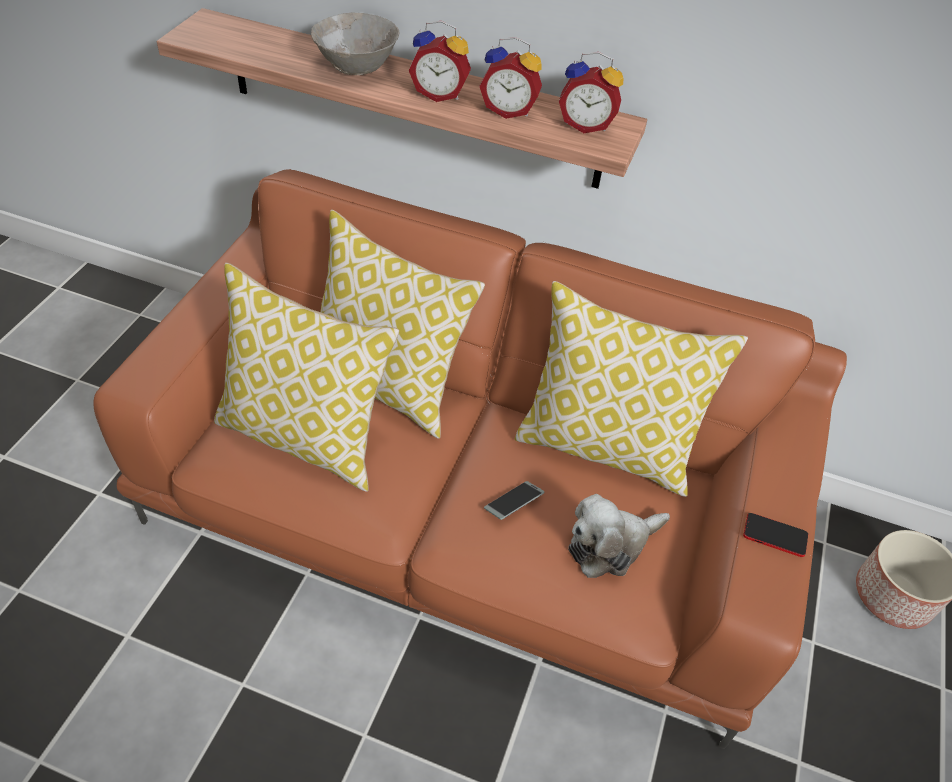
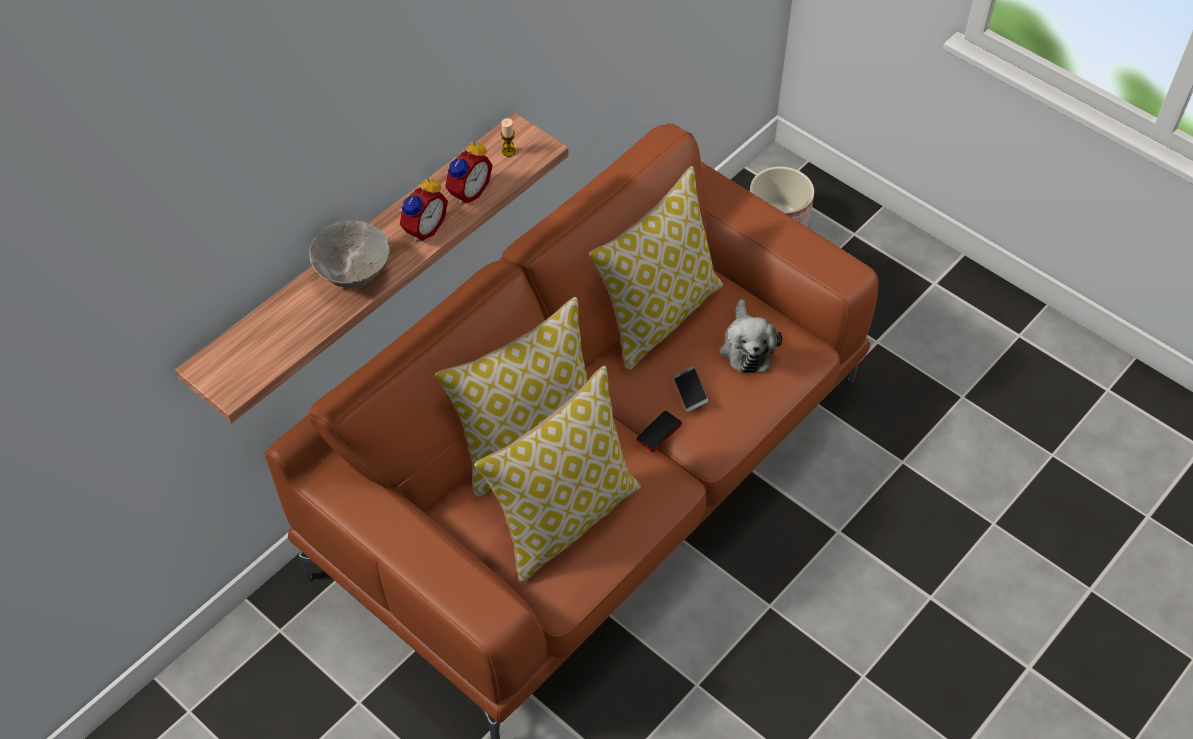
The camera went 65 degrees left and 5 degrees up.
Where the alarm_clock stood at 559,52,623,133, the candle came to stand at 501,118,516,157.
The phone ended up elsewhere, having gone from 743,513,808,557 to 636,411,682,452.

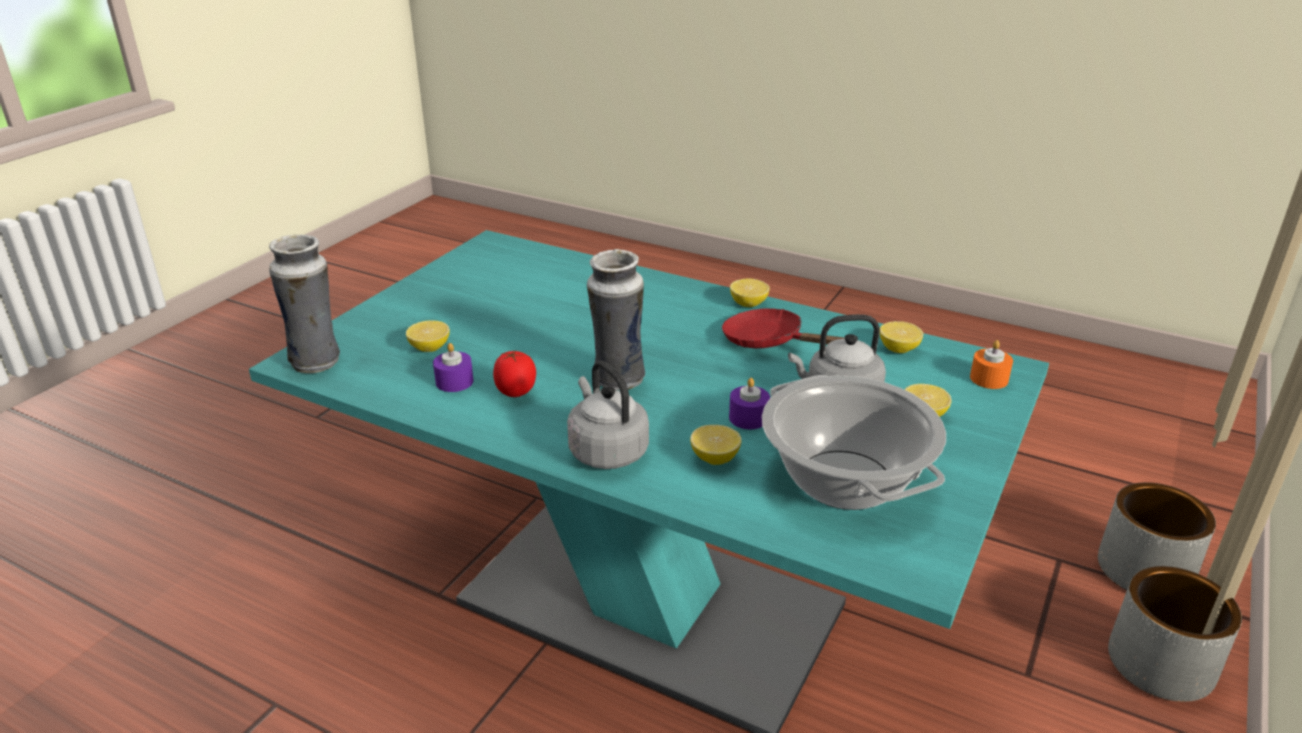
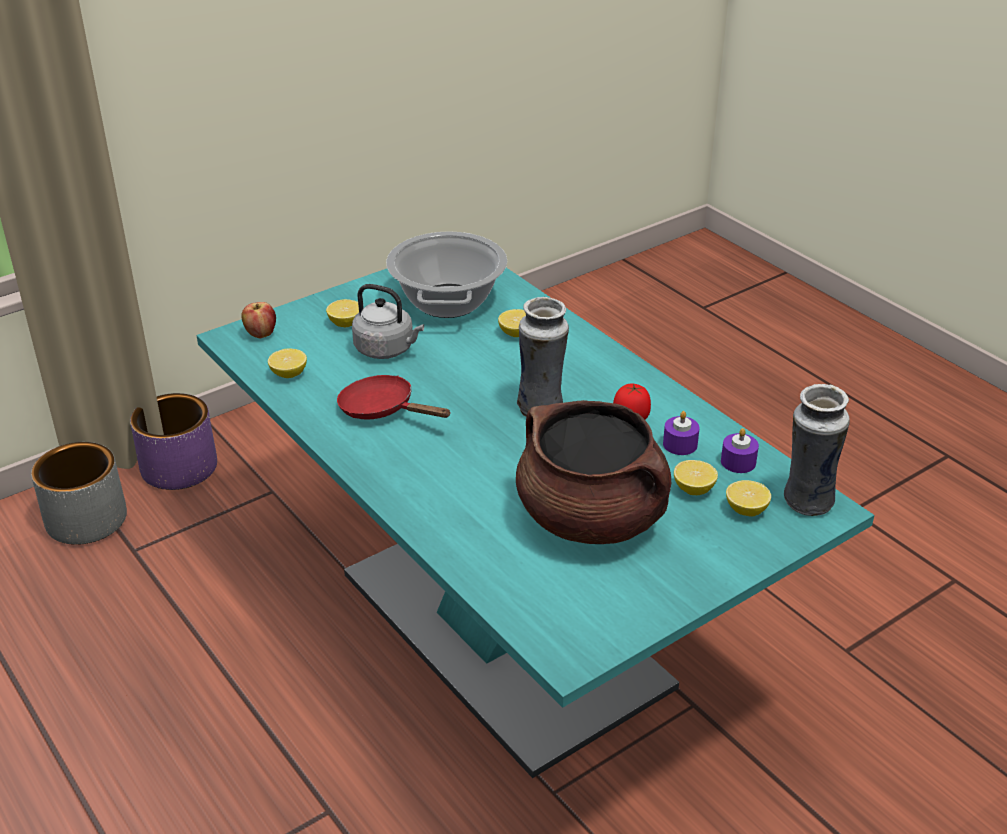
The camera went 155 degrees left and 5 degrees up.
The lemon ended up elsewhere, having gone from 730,278,770,307 to 726,480,771,517.
The red_frying_pan at 722,308,844,348 ended up facing another way, 150 degrees clockwise from before.
Where the orange_candle stood at 970,340,1013,389, the apple came to stand at 241,302,276,338.
The second view lost the grey_kettle at 567,361,649,469.
The purple_candle ended up elsewhere, having gone from 729,378,770,429 to 721,428,759,473.
What was the grey_planter at 1108,566,1242,702 turned into the purple_planter at 130,393,217,490.
The second view gained the brown_cooking_pot at 516,400,671,544.

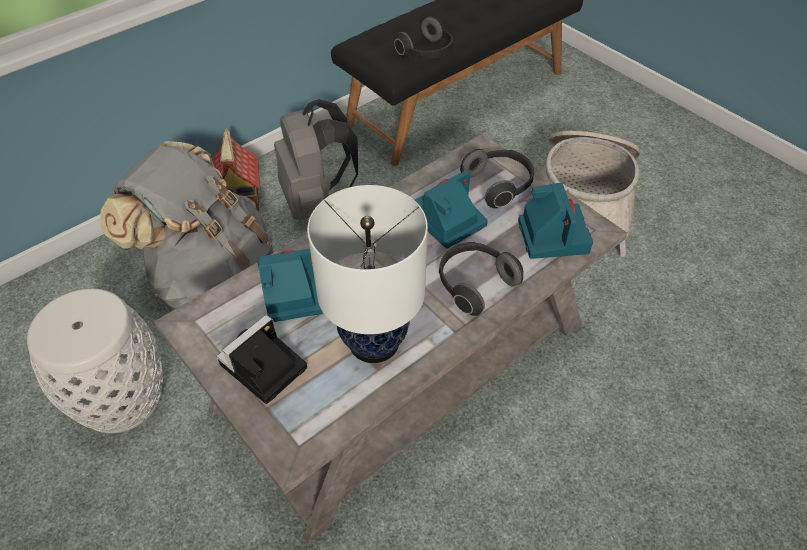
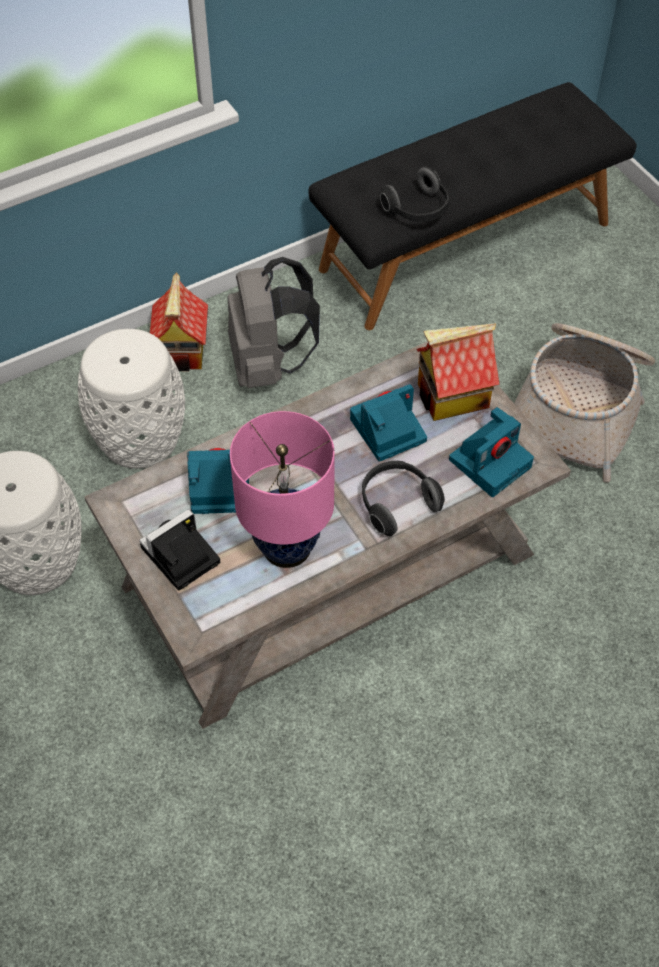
The camera went 10 degrees right and 5 degrees up.
Where the grey_backpack stood at 100,141,273,309, the white_stool came to stand at 78,329,185,469.
Where the headphones stood at 460,149,534,208, the toy_house came to stand at 417,323,500,421.
The photo_camera at 518,183,593,259 ended up facing another way, 45 degrees clockwise from before.
What was the white_table_lamp at 307,185,428,363 turned into the pink_table_lamp at 230,411,335,568.

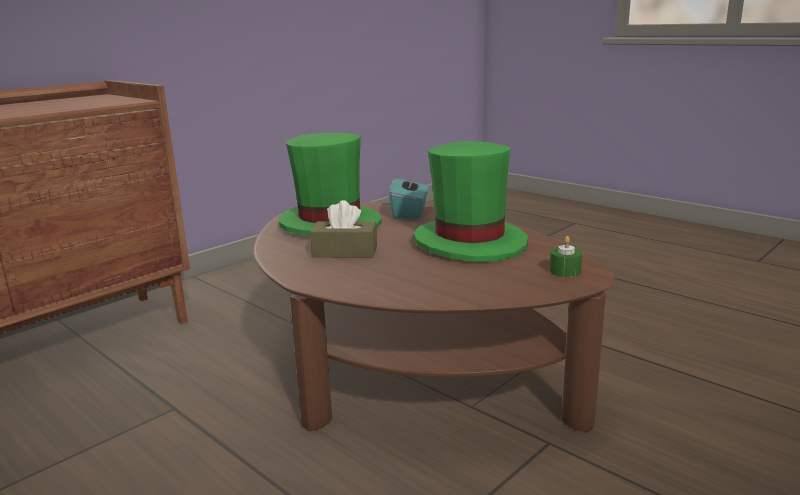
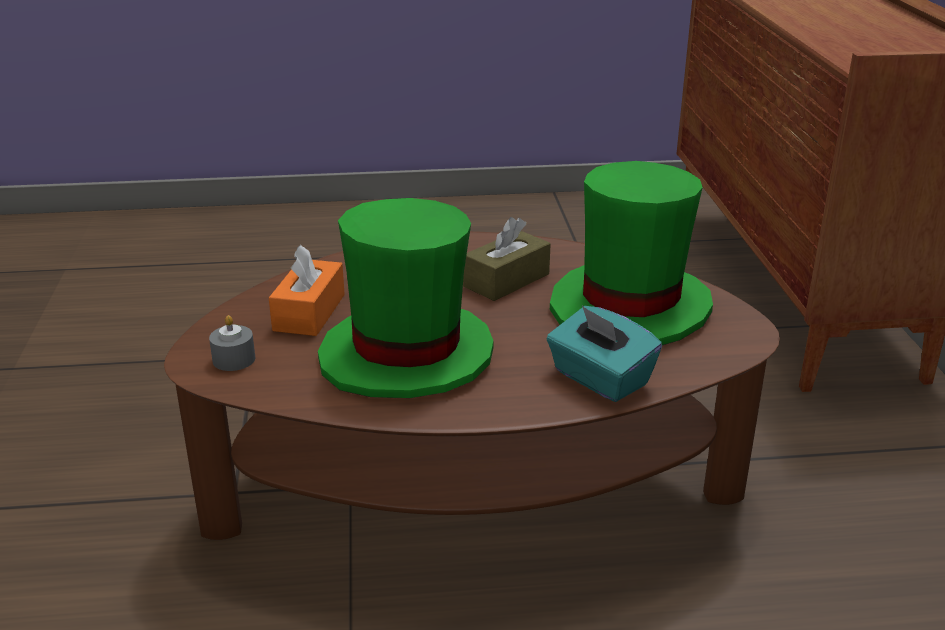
The camera went 130 degrees right and 10 degrees up.
What was the green_candle at 549,236,582,277 turned into the grey_candle at 209,315,255,371.
The second view gained the orange_tissue_box at 269,244,345,336.

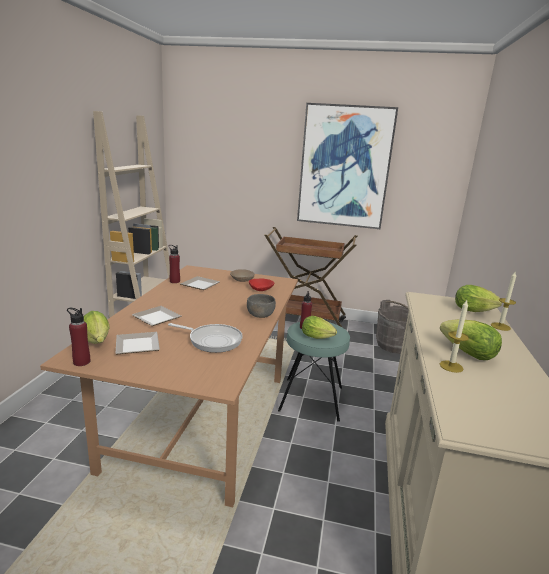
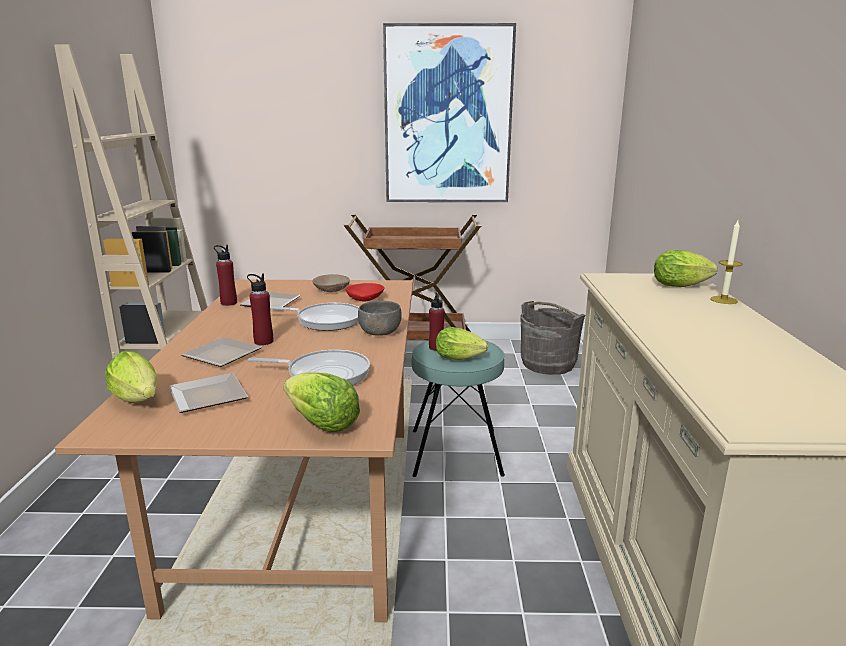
The camera went 10 degrees left and 0 degrees up.
The second view lost the candle at 440,300,469,373.
The red_bottle ended up elsewhere, having gone from 67,308,90,366 to 247,273,273,345.
The lettuce ended up elsewhere, having gone from 440,319,502,360 to 283,372,360,432.
The second view gained the frying_pan at 270,303,359,331.

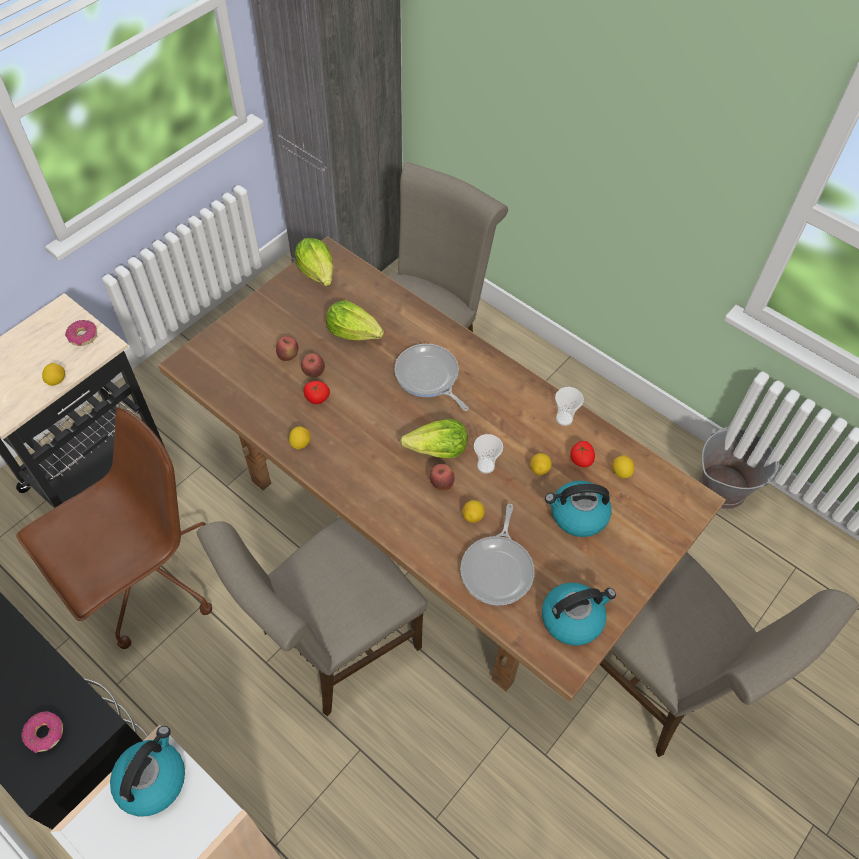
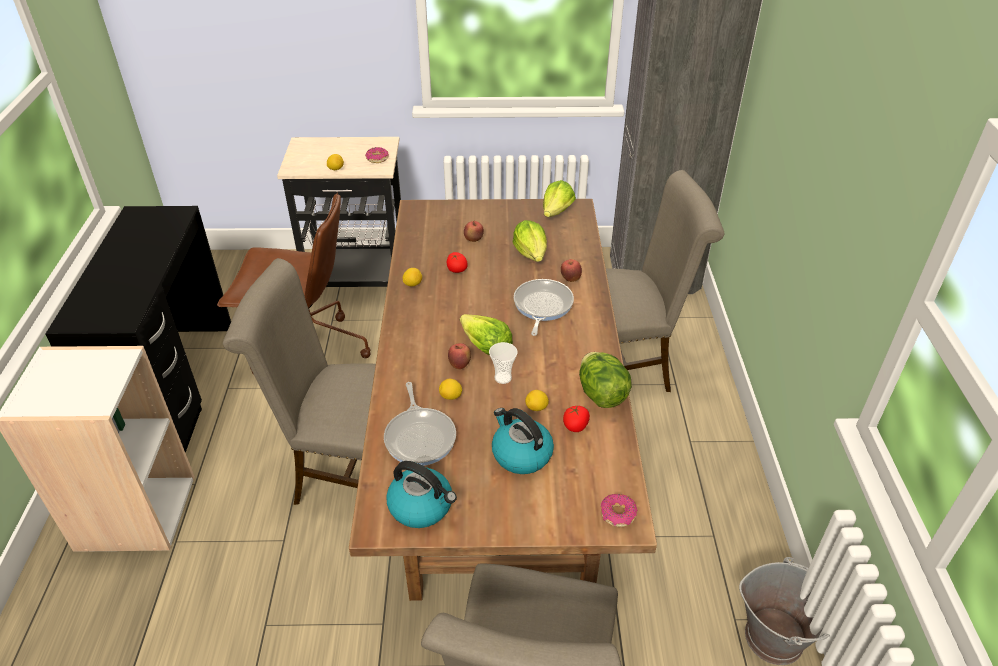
The camera went 50 degrees right and 15 degrees down.
The apple ended up elsewhere, having gone from 301,353,325,377 to 561,259,582,282.
Where the cup stood at 555,387,584,426, the lettuce came to stand at 579,352,632,408.
The second view lost the lemon at 612,455,634,478.
The frying_pan at 460,504,535,606 ended up facing another way, 75 degrees counterclockwise from before.
The donut ended up elsewhere, having gone from 22,711,63,753 to 600,494,637,527.
The second view lost the kettle at 110,726,185,816.

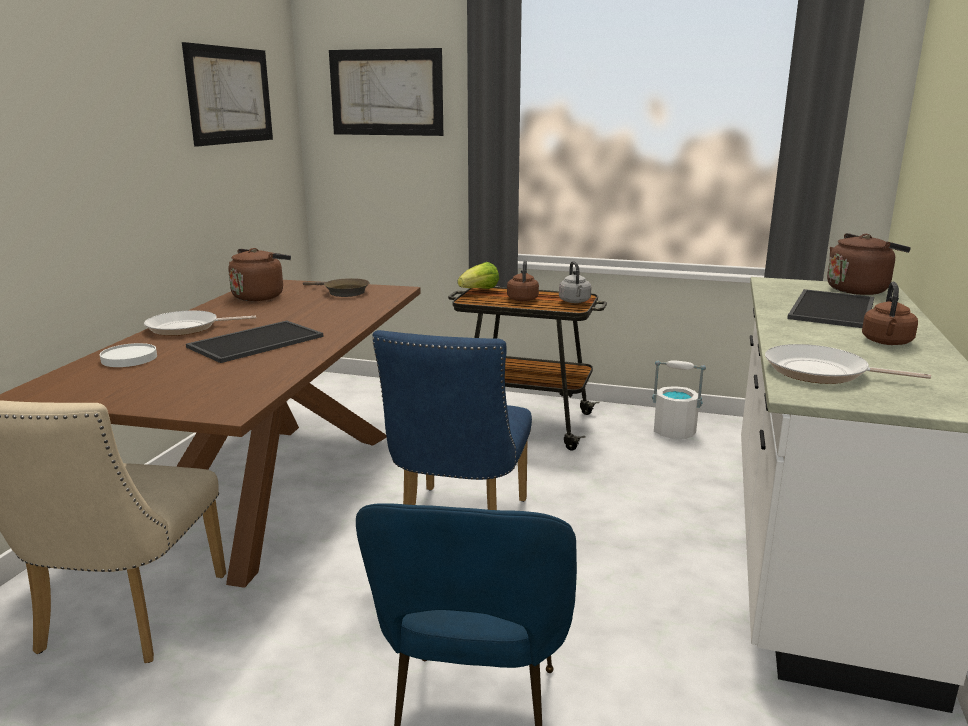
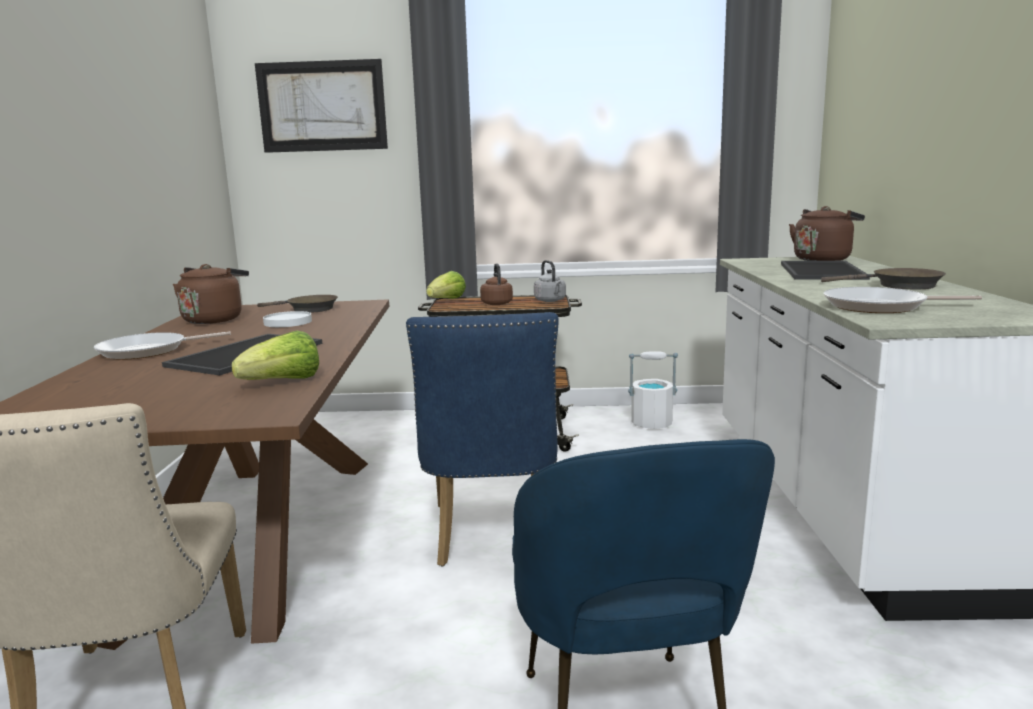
The camera went 15 degrees left and 5 degrees down.
The second view lost the picture at 182,42,273,147.
Where the brown_kettle stood at 862,282,918,345, the brown_frying_pan came to stand at 821,268,946,289.
The white_plate ended up elsewhere, having gone from 100,343,157,367 to 263,311,312,327.
The second view gained the lettuce at 231,331,319,380.

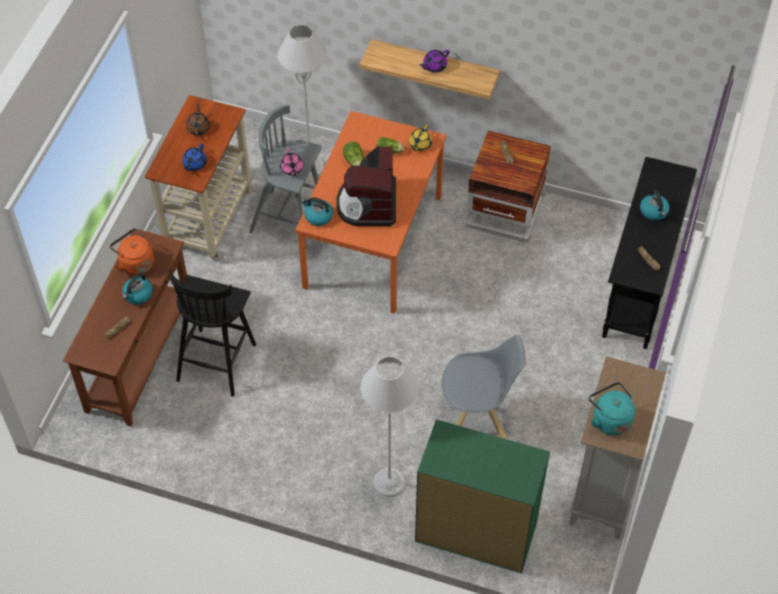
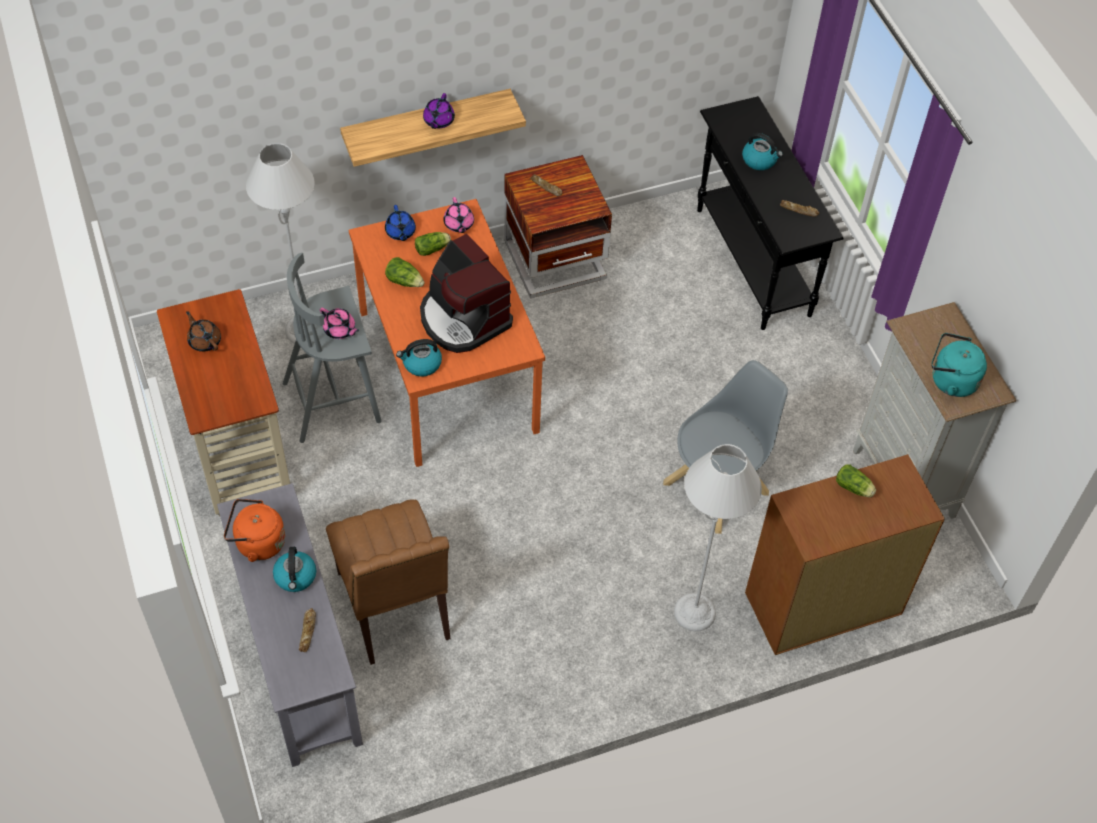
The camera went 40 degrees left and 0 degrees up.
What was the yellow_teapot at 409,125,432,151 turned into the pink_teapot at 444,197,474,233.
The blue_teapot ended up elsewhere, having gone from 183,144,207,171 to 385,205,416,241.
What was the brown_console_table at 63,229,187,427 turned into the grey_console_table at 217,483,363,767.
Where the black_stool stood at 169,269,256,397, the brown_chair came to stand at 326,499,451,665.
What was the green_cabinet at 415,419,550,574 turned into the brown_cabinet at 745,454,945,655.
The second view gained the lettuce at 836,464,876,497.

